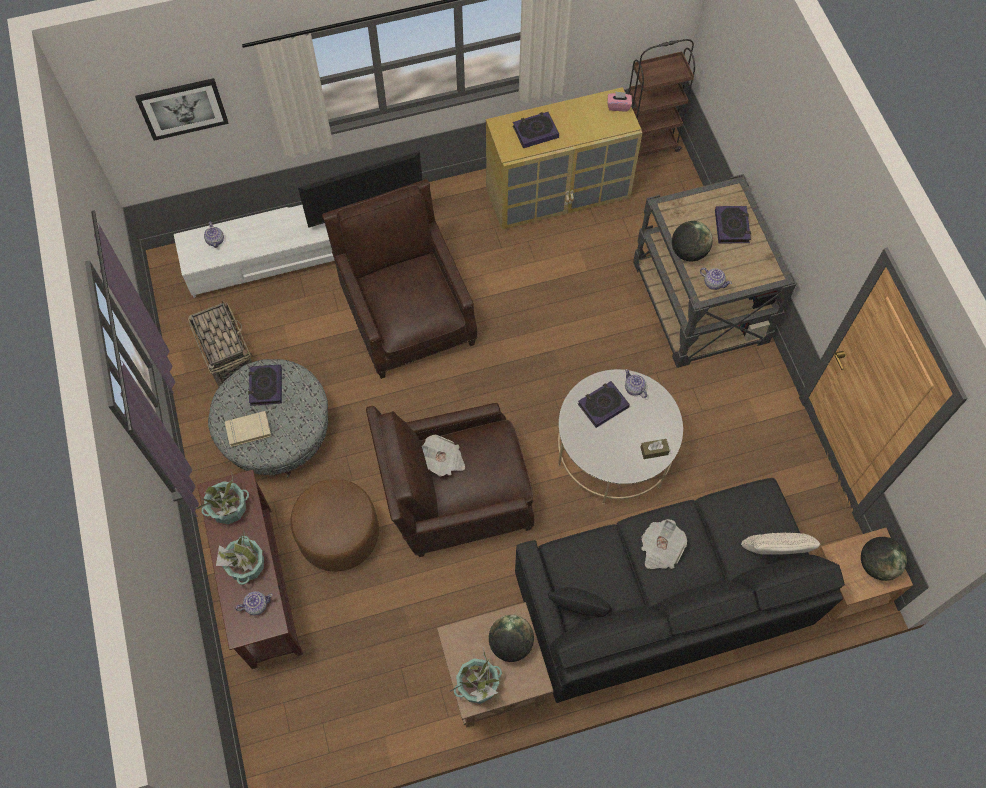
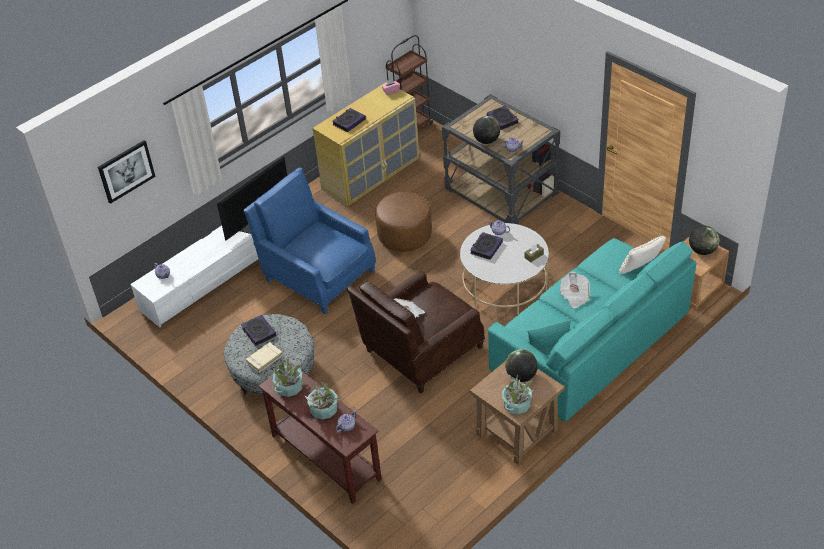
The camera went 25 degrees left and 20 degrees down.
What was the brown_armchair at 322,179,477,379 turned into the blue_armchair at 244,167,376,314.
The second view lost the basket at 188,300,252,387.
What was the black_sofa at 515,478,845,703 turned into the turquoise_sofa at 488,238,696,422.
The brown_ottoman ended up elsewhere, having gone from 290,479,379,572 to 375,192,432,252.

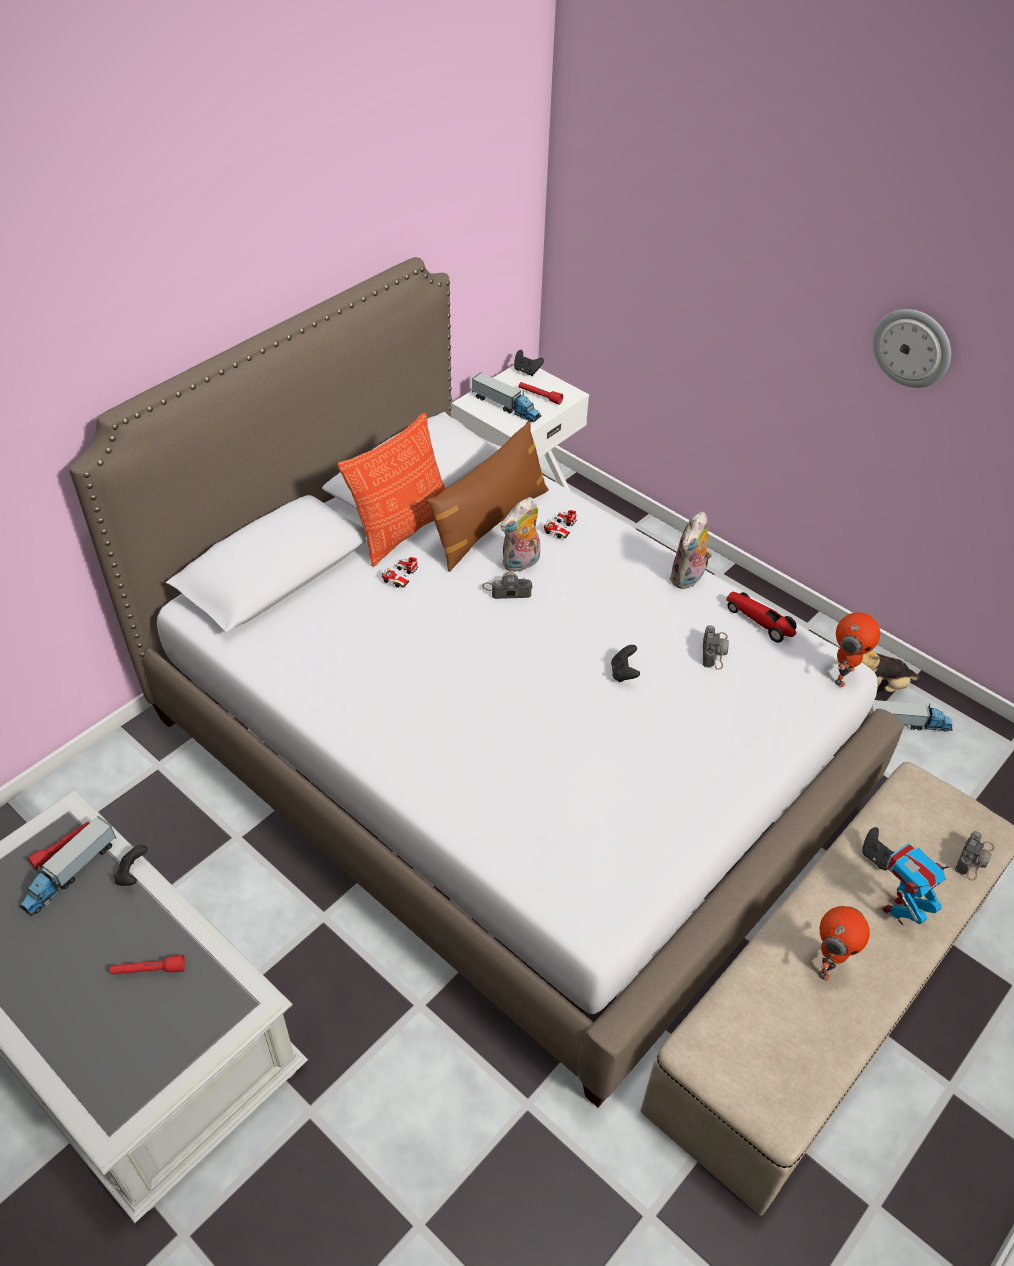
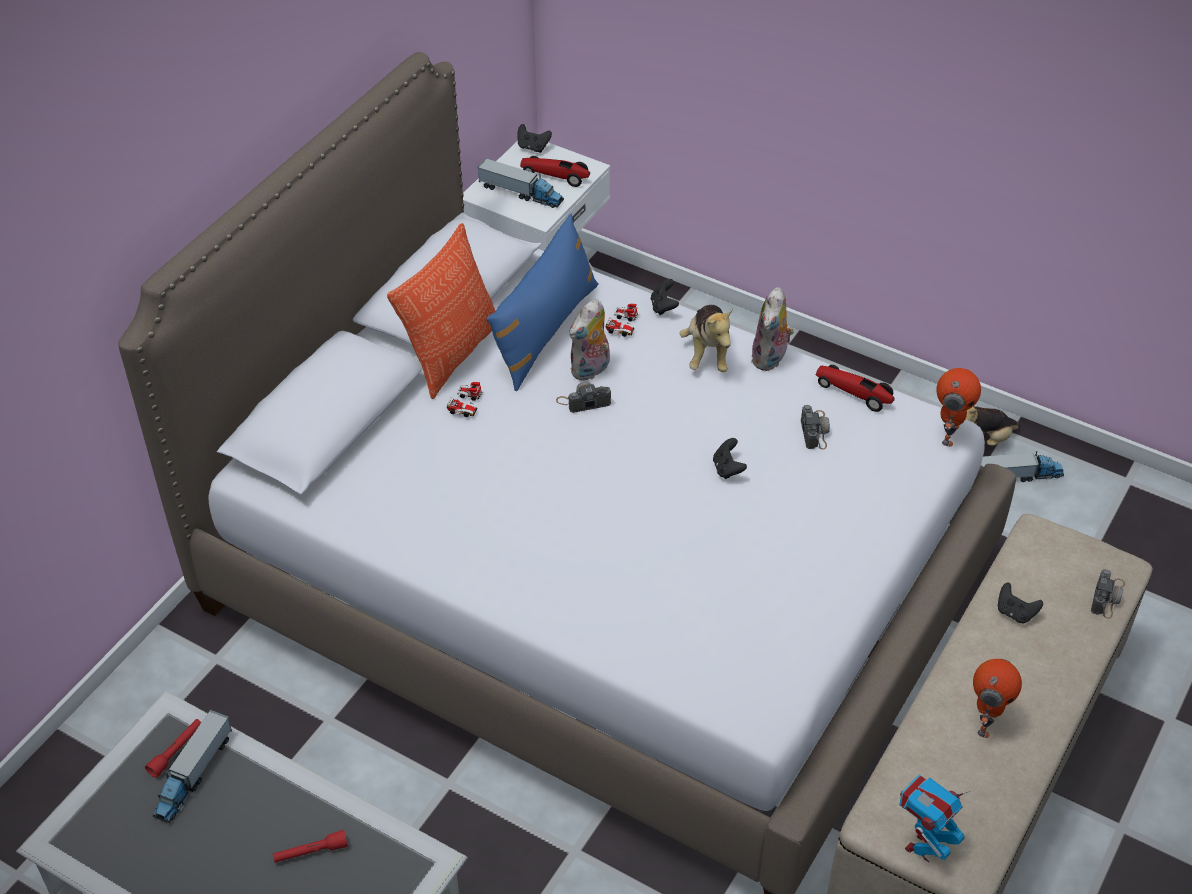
The camera went 10 degrees left and 0 degrees up.
The second view lost the wall_clock at 873,309,951,388.
Where the red_flashlight stood at 519,382,563,405, the toy_car came to stand at 520,156,590,187.
What was the brown_pillow at 427,421,549,572 turned into the blue_pillow at 487,214,599,391.
The toy_robot ended up elsewhere, having gone from 882,843,957,925 to 899,775,971,862.
The black_game_controller ended up elsewhere, having gone from 114,845,147,886 to 651,279,679,315.
The second view gained the plush_toy at 680,305,733,372.

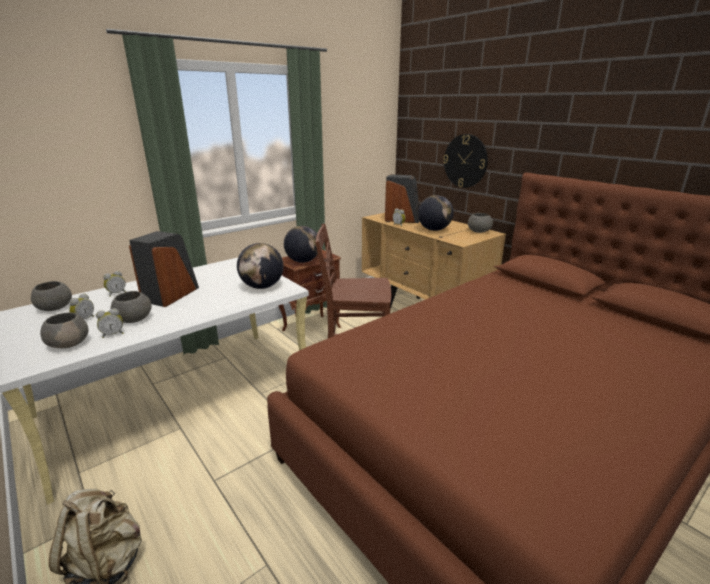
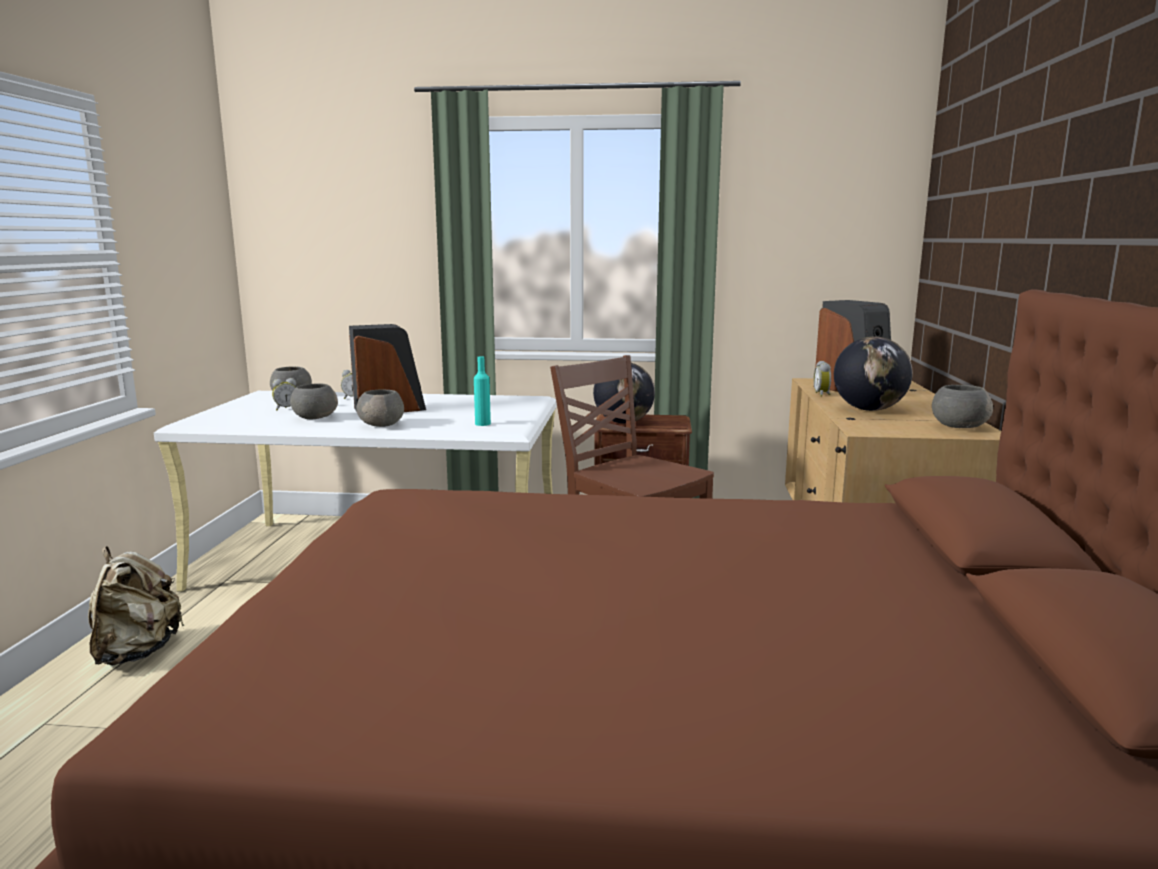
The camera went 45 degrees right and 10 degrees down.
The second view lost the wall_clock at 443,134,488,188.
Where the globe stood at 237,243,284,289, the turquoise_bottle came to stand at 474,356,491,426.
The second view lost the alarm_clock at 96,308,124,338.
The grey_bowl ended up elsewhere, having gone from 40,312,89,348 to 356,389,404,427.

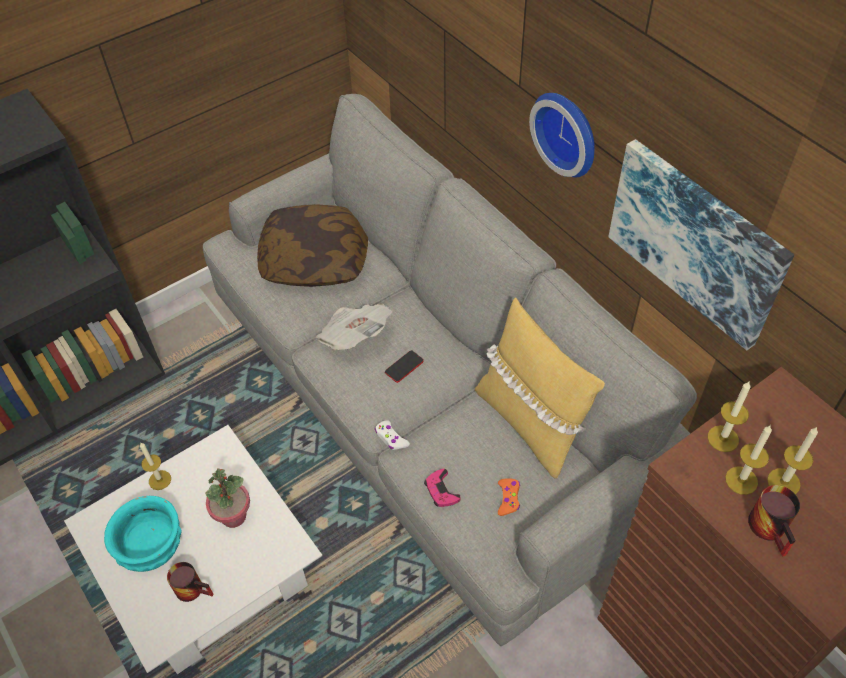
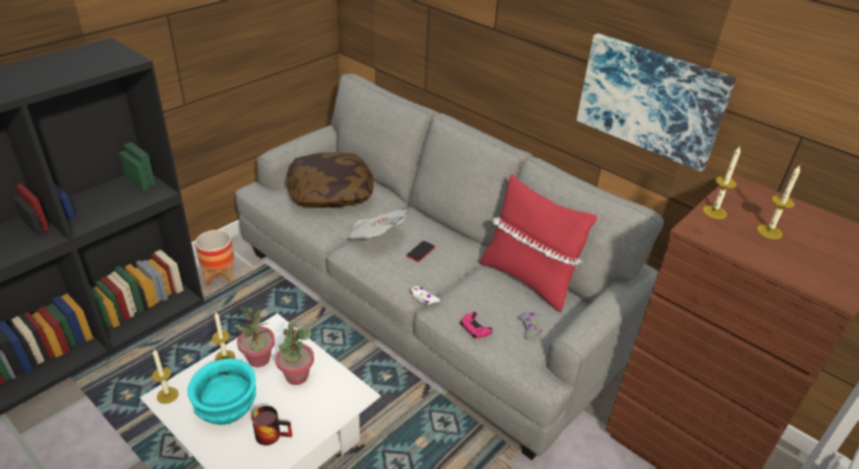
The camera went 15 degrees left and 15 degrees down.
The second view lost the wall_clock at 529,93,595,177.
What was the yellow_pillow at 475,297,605,479 turned into the red_pillow at 479,174,597,312.
The candle ended up elsewhere, having gone from 725,426,772,495 to 152,349,179,404.
What was the orange_game_controller at 498,478,520,516 turned into the grey_game_controller at 518,312,541,339.
The second view lost the mug at 748,485,800,556.
The second view gained the planter at 195,230,234,286.
The second view gained the potted_plant at 234,307,275,367.

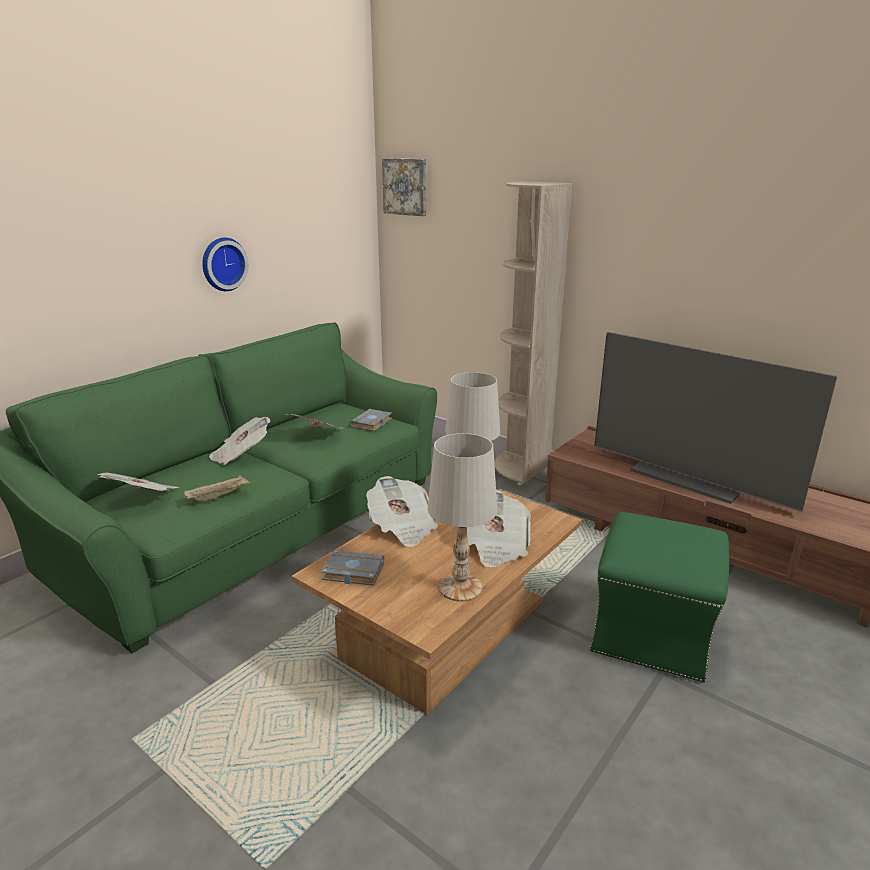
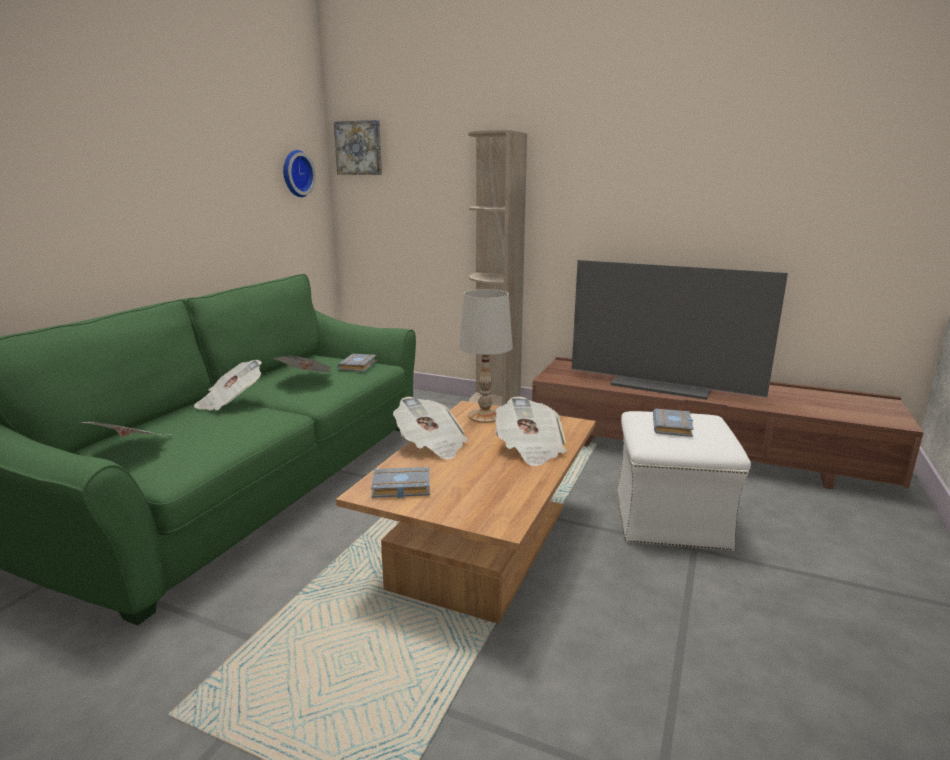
The camera went 15 degrees left and 5 degrees down.
The wall_clock ended up elsewhere, having gone from 202,238,249,291 to 283,150,316,197.
The second view lost the white_table_lamp at 428,433,497,602.
The second view lost the beige_tray at 184,475,250,502.
What was the green_ottoman at 590,512,729,683 turned into the white_ottoman at 617,411,751,551.
The second view gained the grey_book at 653,409,694,437.

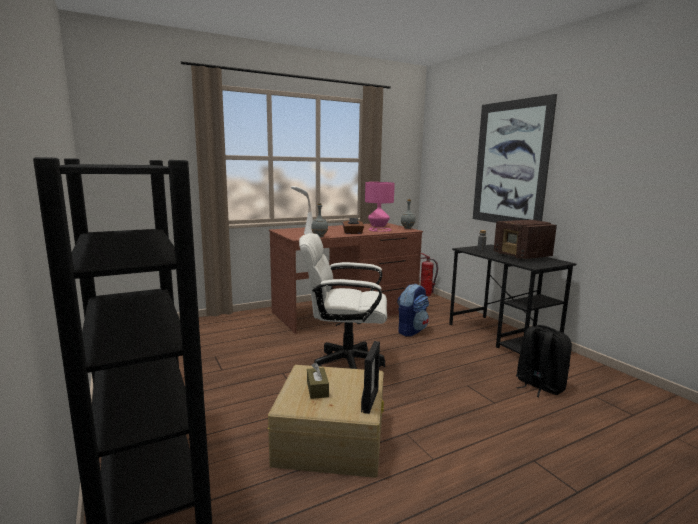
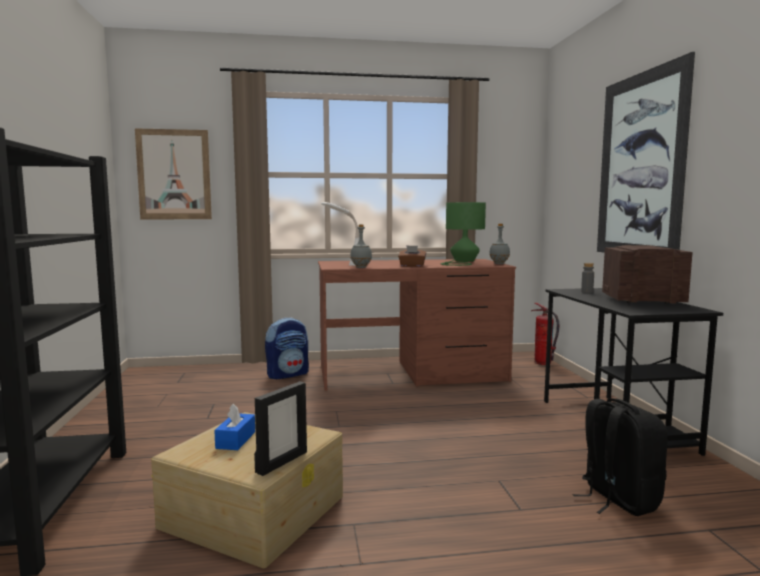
The camera went 20 degrees right and 5 degrees down.
What was the pink_table_lamp at 365,182,395,232 turned into the green_table_lamp at 441,202,486,266.
The radio at 494,220,557,260 ended up facing another way, 105 degrees clockwise from before.
The second view lost the white_office_chair at 299,233,387,369.
The backpack ended up elsewhere, having gone from 397,284,429,336 to 265,317,309,379.
What was the brown_tissue_box at 307,362,329,399 turned into the blue_tissue_box at 214,404,255,450.
The second view gained the picture at 135,128,212,219.

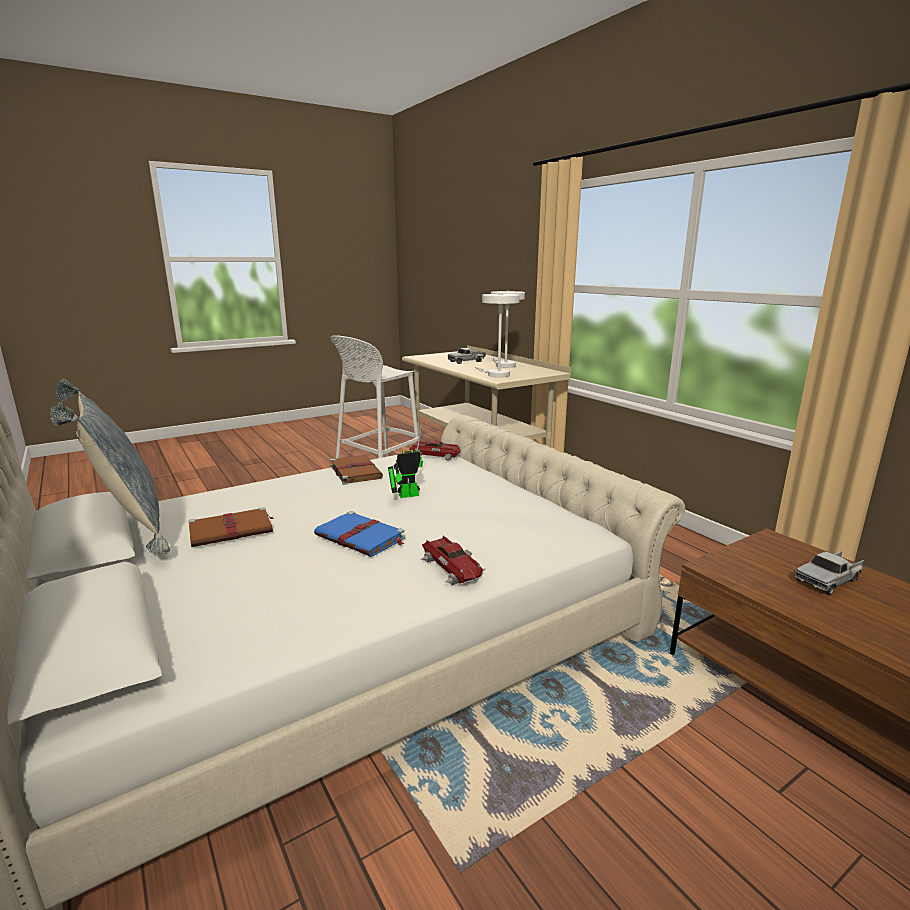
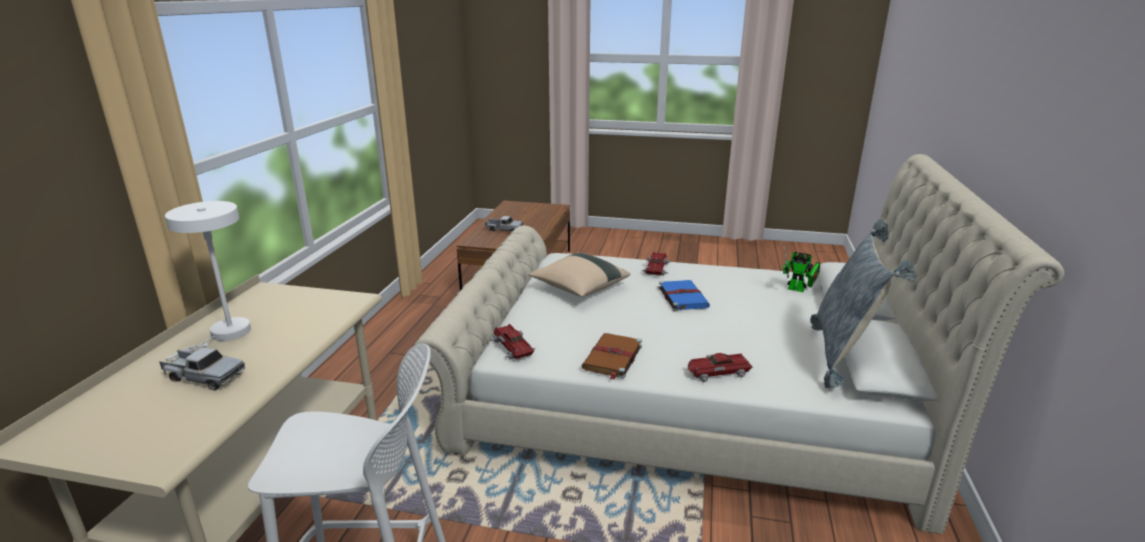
The camera went 135 degrees left and 5 degrees up.
The second view lost the white_table_lamp at 475,293,520,378.
The toy_robot ended up elsewhere, having gone from 388,425,423,498 to 783,242,820,292.
The second view lost the brown_book at 188,507,275,547.
The second view gained the beige_pillow at 529,253,630,297.
The second view gained the toy_car at 688,353,752,382.

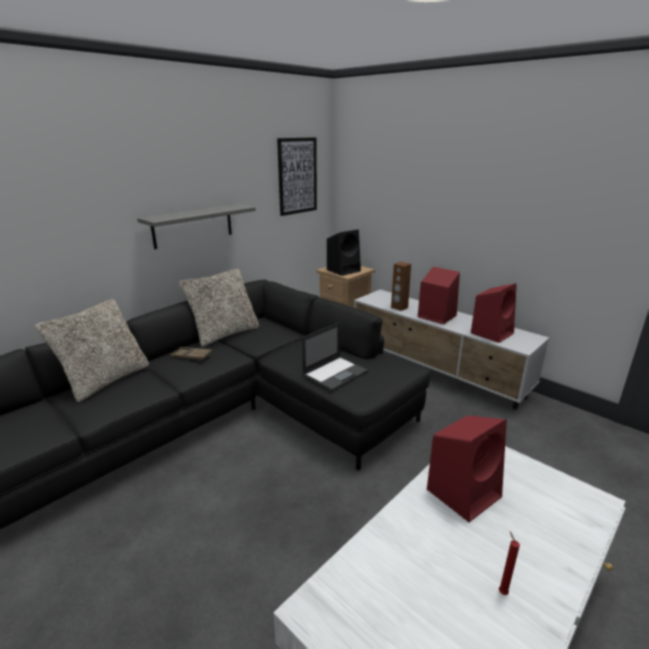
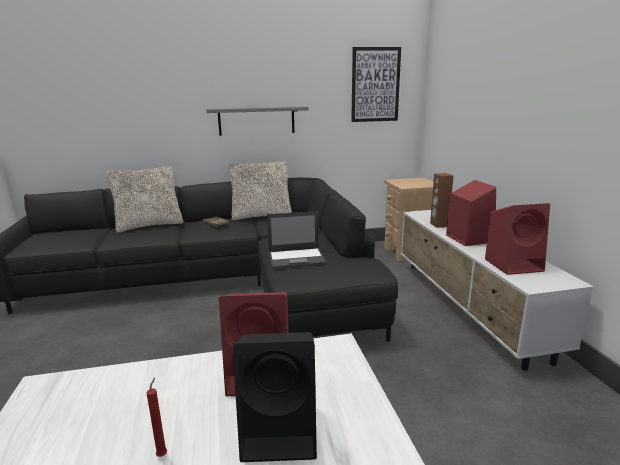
The camera went 35 degrees right and 5 degrees down.
The black_speaker ended up elsewhere, having gone from 327,230,361,276 to 233,332,317,462.

